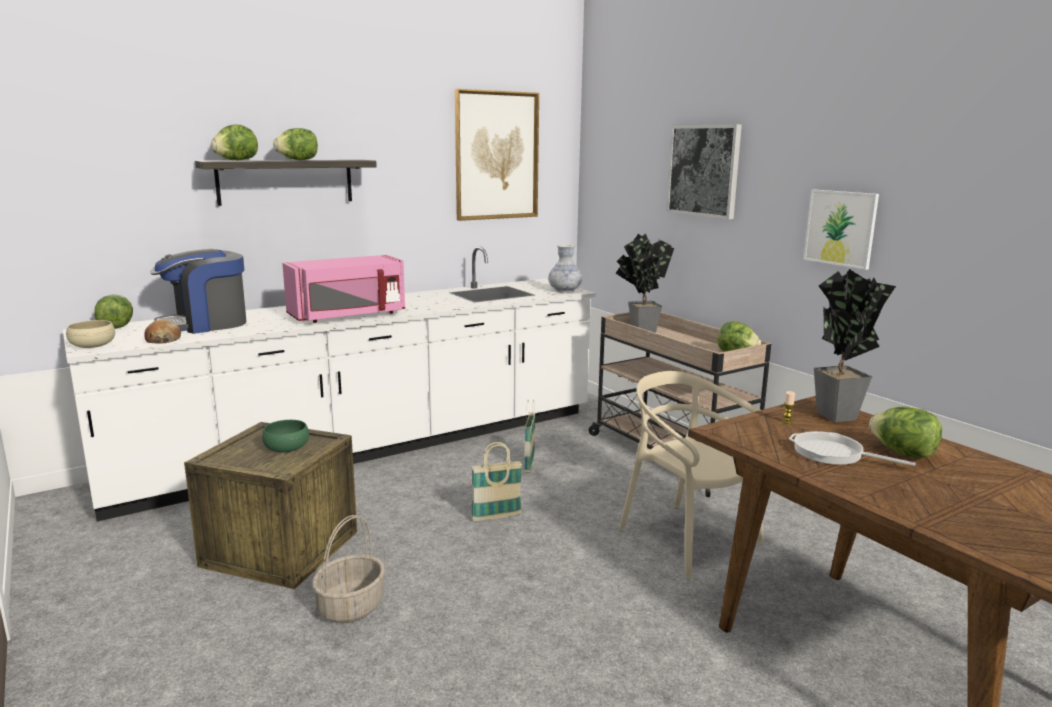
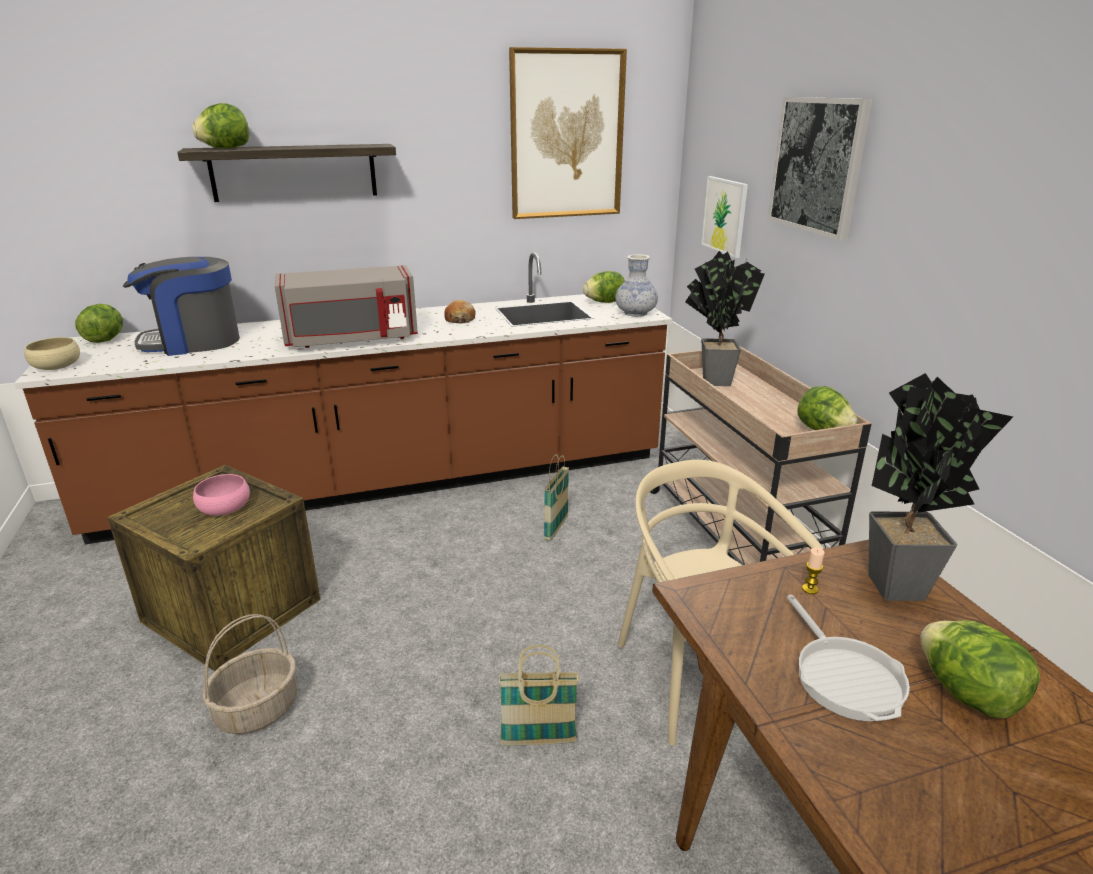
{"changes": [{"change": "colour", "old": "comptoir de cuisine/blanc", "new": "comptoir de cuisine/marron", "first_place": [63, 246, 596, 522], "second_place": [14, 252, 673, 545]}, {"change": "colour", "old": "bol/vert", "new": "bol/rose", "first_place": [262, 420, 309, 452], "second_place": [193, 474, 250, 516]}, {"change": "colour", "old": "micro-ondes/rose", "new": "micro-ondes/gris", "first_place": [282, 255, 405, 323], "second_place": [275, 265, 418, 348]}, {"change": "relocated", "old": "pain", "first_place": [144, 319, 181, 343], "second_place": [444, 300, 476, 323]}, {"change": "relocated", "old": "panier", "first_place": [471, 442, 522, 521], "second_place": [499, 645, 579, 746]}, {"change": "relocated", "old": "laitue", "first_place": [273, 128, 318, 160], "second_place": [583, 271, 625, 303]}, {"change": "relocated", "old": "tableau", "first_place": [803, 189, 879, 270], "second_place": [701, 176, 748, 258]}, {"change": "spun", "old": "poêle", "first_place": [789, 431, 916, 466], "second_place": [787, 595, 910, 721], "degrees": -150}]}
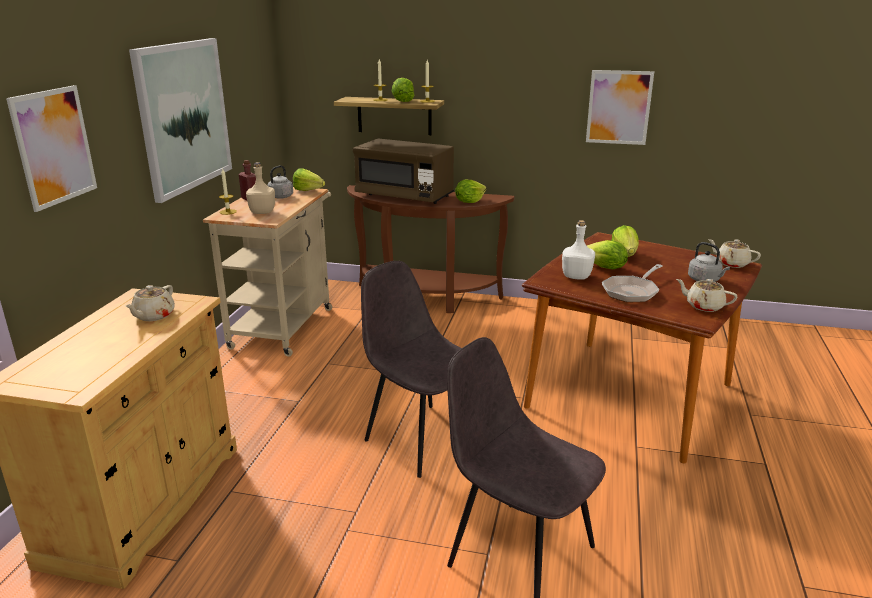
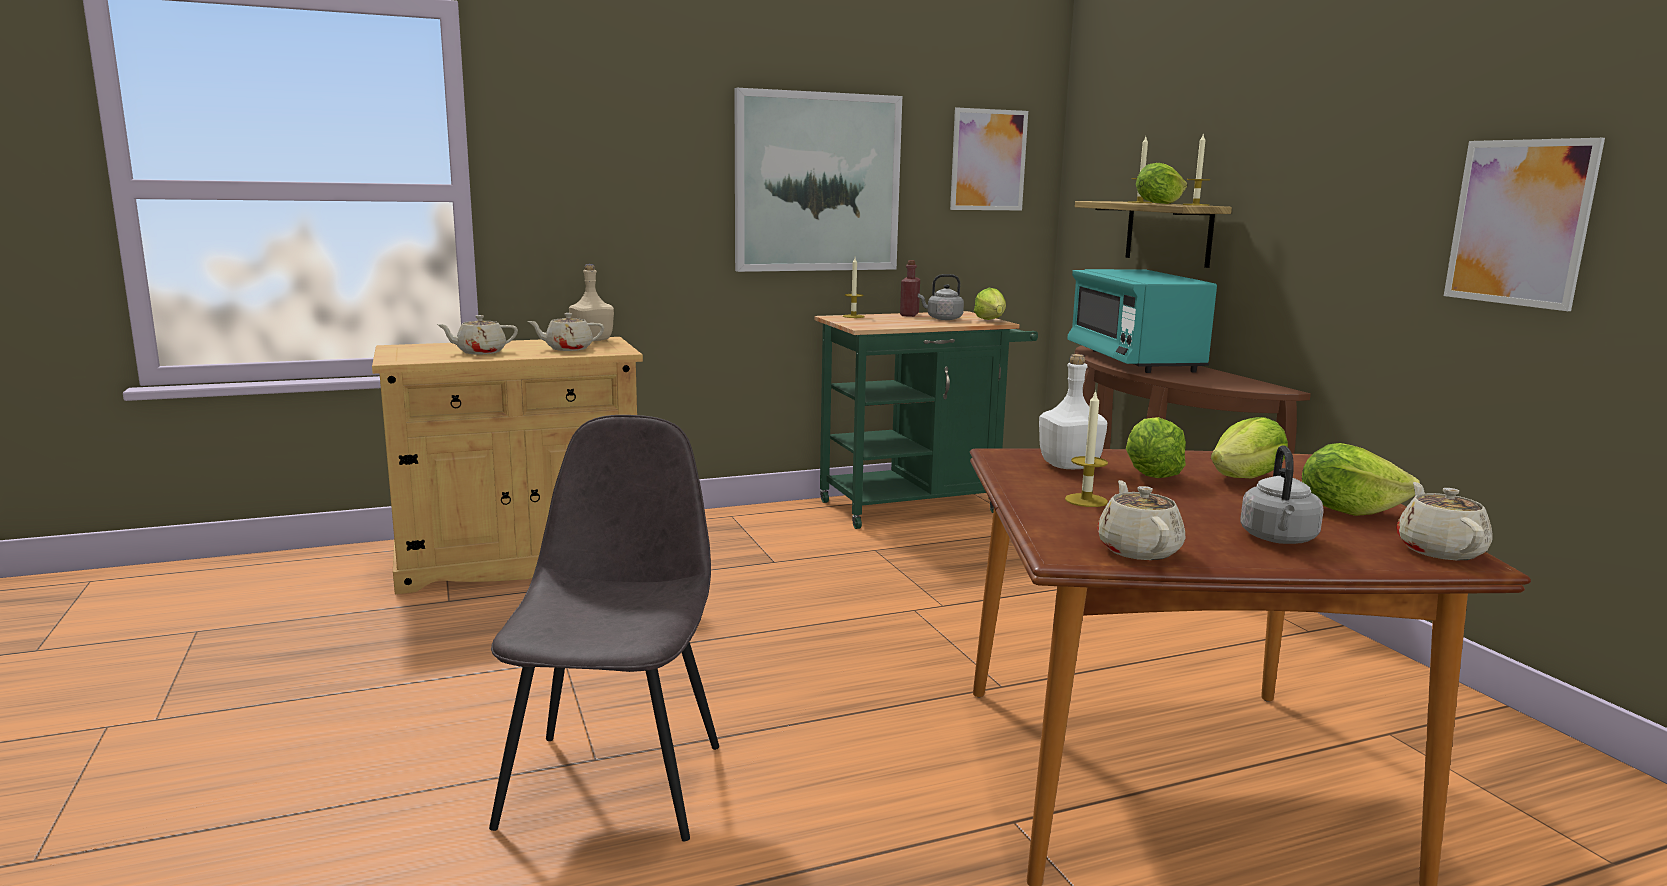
{"changes": [{"change": "appeared", "new": "théière/beige", "second_place": [436, 315, 518, 354]}, {"change": "relocated", "old": "bouteille/beige", "first_place": [246, 162, 275, 214], "second_place": [569, 264, 614, 341]}, {"change": "colour", "old": "chariot/beige", "new": "chariot/vert", "first_place": [203, 187, 332, 357], "second_place": [814, 311, 1038, 529]}, {"change": "relocated", "old": "tableau", "first_place": [6, 85, 97, 212], "second_place": [950, 107, 1028, 210]}, {"change": "exchanged", "old": "poêle", "new": "bougie", "first_place": [602, 264, 662, 302], "second_place": [1065, 390, 1108, 507]}, {"change": "colour", "old": "micro-ondes/marron", "new": "micro-ondes/turquoise", "first_place": [353, 139, 454, 204], "second_place": [1067, 269, 1217, 373]}, {"change": "relocated", "old": "laitue", "first_place": [455, 180, 487, 203], "second_place": [1302, 443, 1420, 516]}, {"change": "missing", "old": "chaise/gris", "first_place": [361, 261, 462, 478]}]}
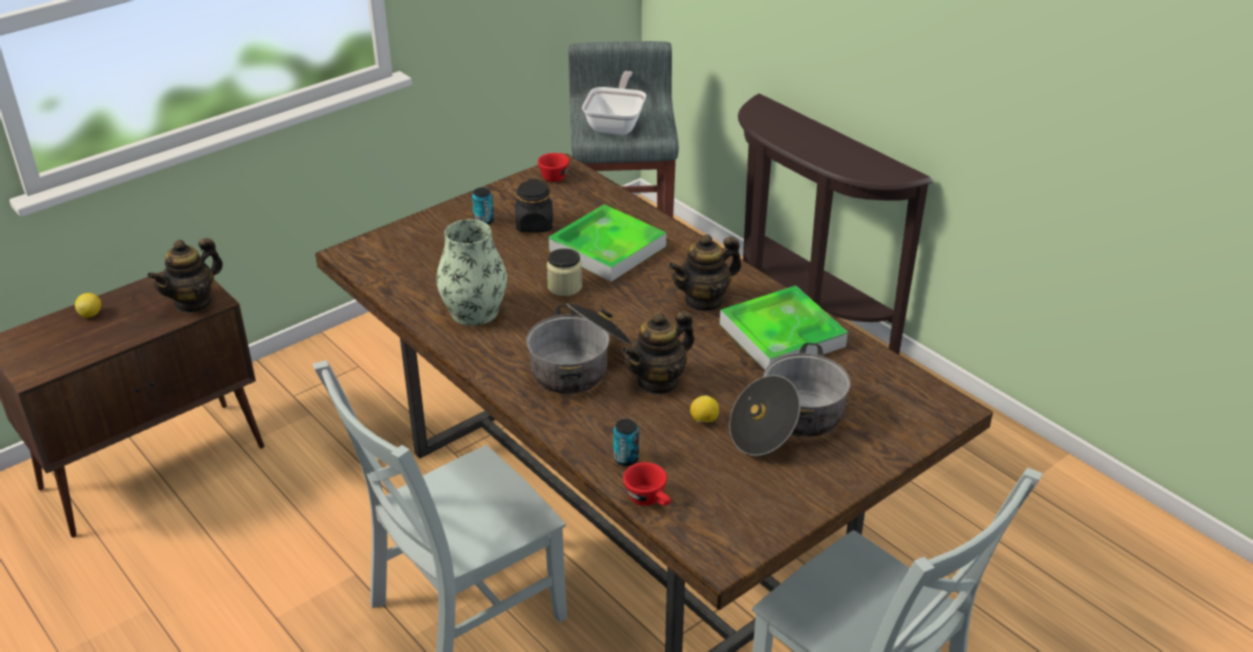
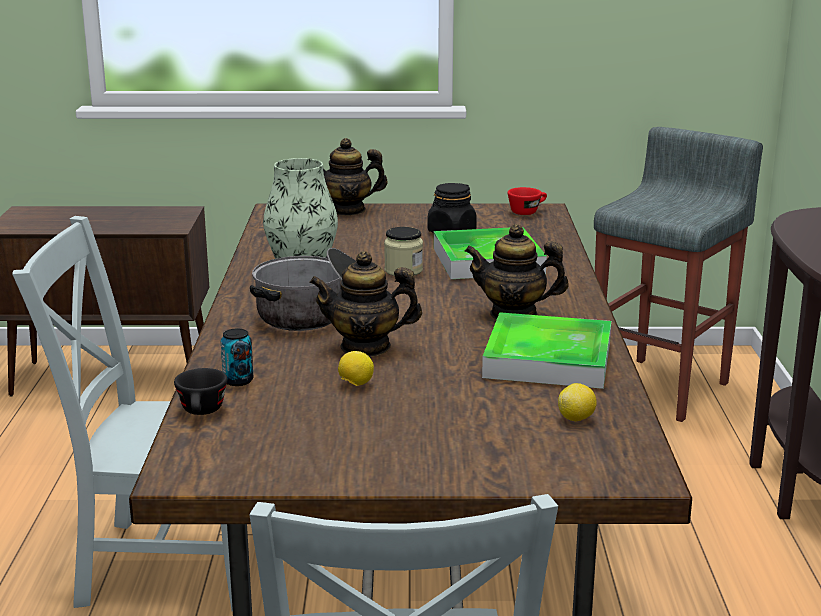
{"changes": [{"change": "colour", "old": "tasse/rouge", "new": "tasse/noir", "first_place": [623, 462, 671, 506], "second_place": [174, 368, 227, 415]}, {"change": "relocated", "old": "théière", "first_place": [147, 238, 223, 314], "second_place": [309, 138, 388, 216]}, {"change": "relocated", "old": "citron", "first_place": [75, 293, 101, 318], "second_place": [558, 383, 597, 421]}, {"change": "missing", "old": "boîte métallique", "first_place": [472, 187, 494, 225]}, {"change": "missing", "old": "poêle", "first_place": [582, 71, 646, 135]}, {"change": "missing", "old": "marmite", "first_place": [729, 343, 850, 456]}]}
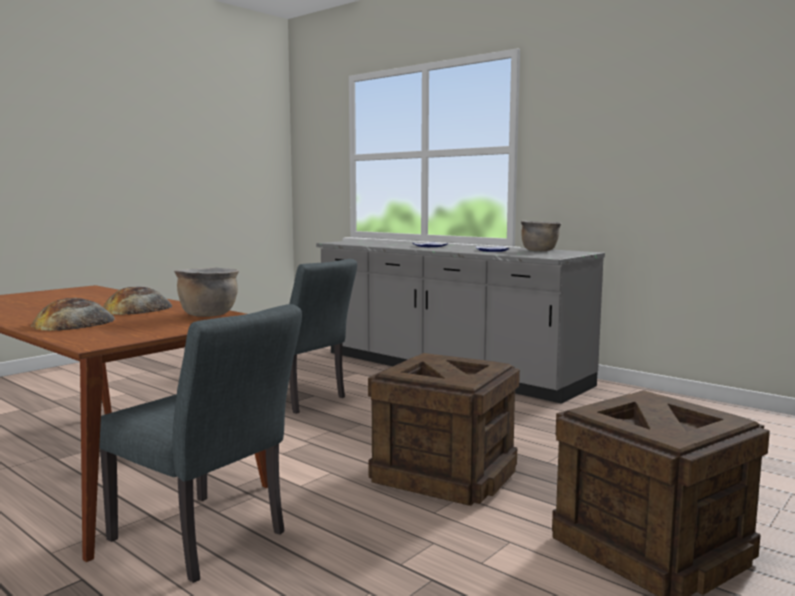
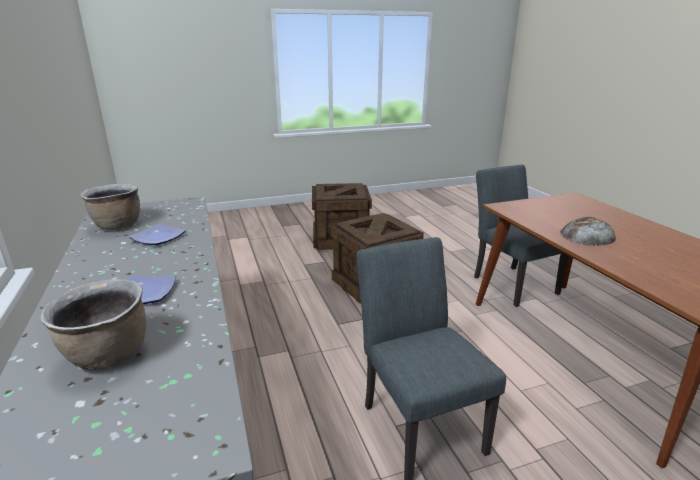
{"changes": [{"change": "relocated", "old": "marmite/marron", "first_place": [174, 268, 239, 317], "second_place": [40, 279, 146, 369]}, {"change": "missing", "old": "pain", "first_place": [31, 298, 115, 331]}]}
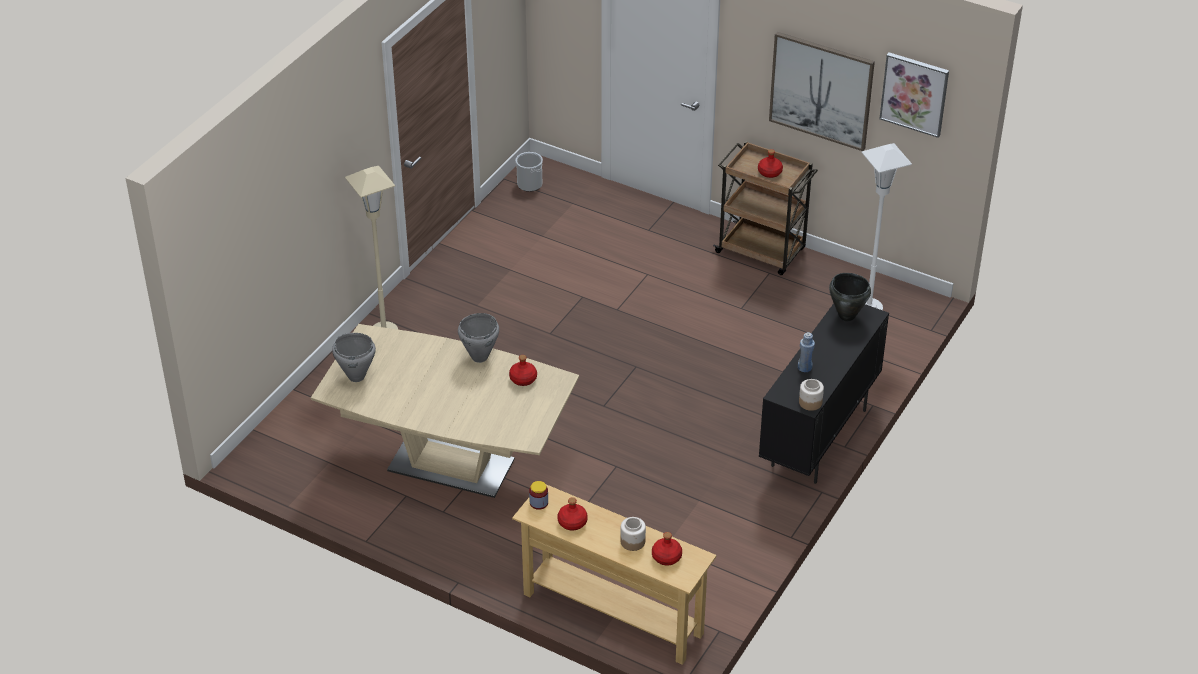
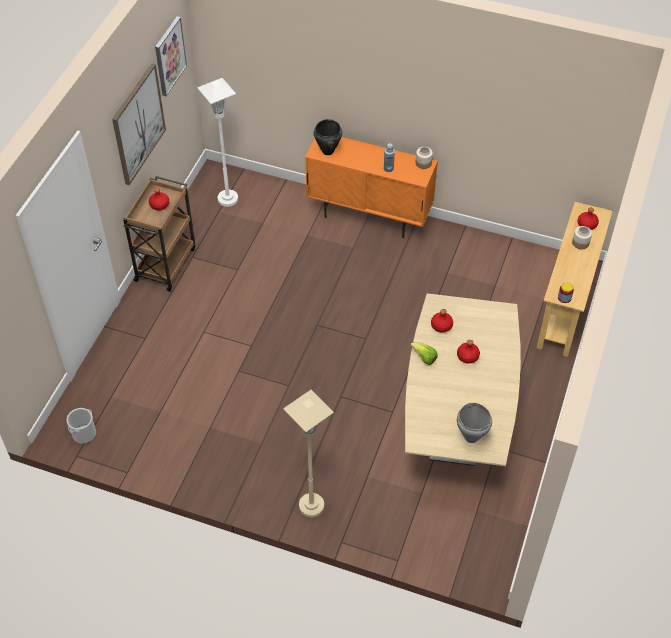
{"changes": [{"change": "colour", "old": "meuble de rangement/noir", "new": "meuble de rangement/orange", "first_place": [759, 303, 889, 484], "second_place": [305, 137, 438, 238]}, {"change": "exchanged", "old": "marmite/gris", "new": "laitue", "first_place": [458, 313, 499, 363], "second_place": [410, 342, 437, 365]}, {"change": "relocated", "old": "bouteille/rouge", "first_place": [557, 497, 588, 531], "second_place": [457, 340, 480, 364]}]}
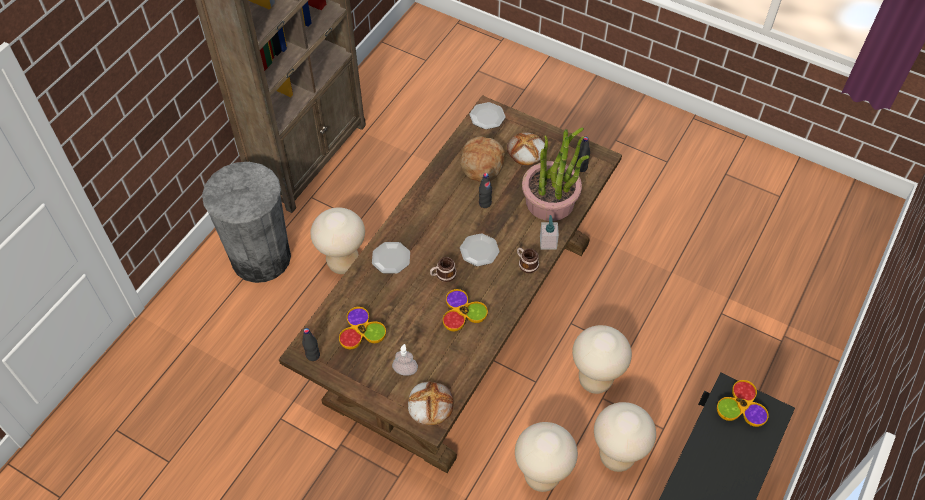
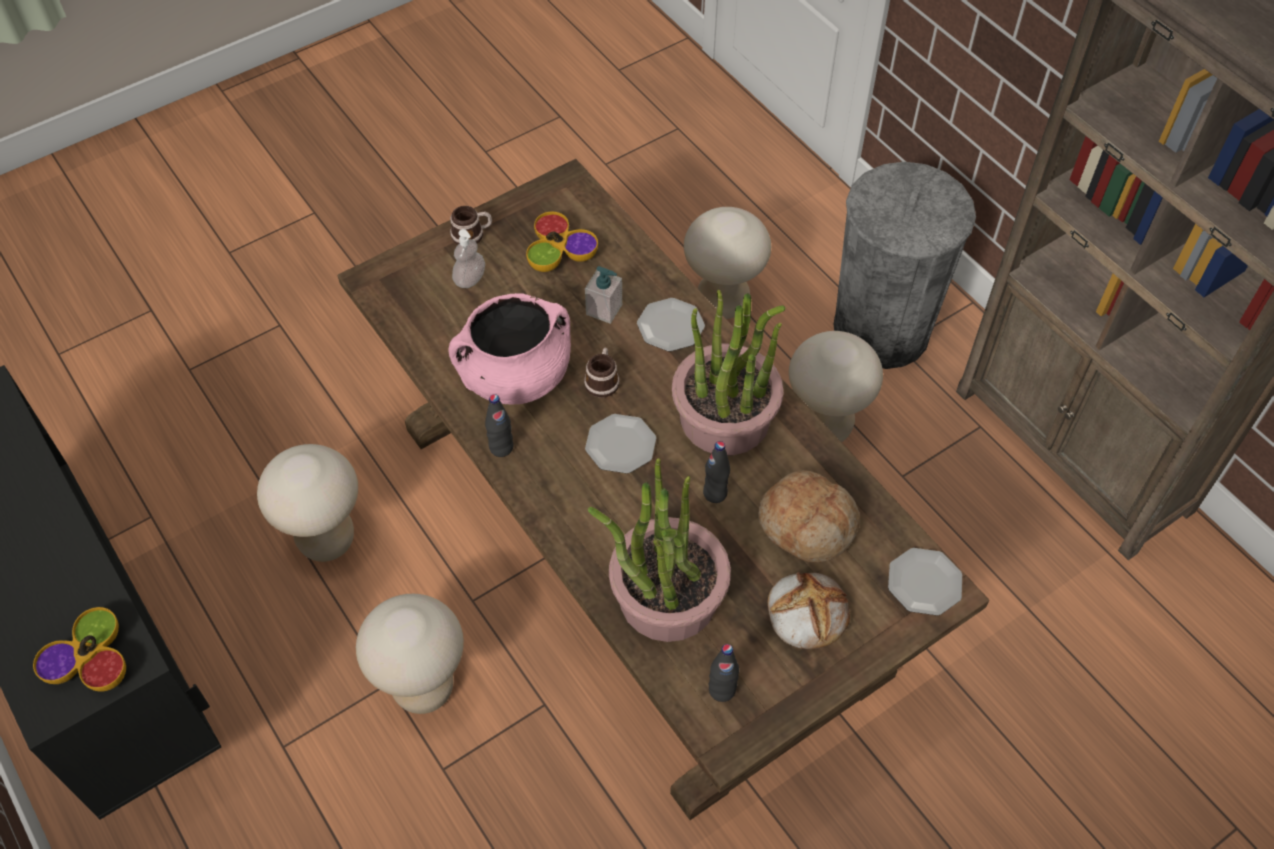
{"changes": [{"change": "exchanged", "old": "bol", "new": "marmite/rose", "first_place": [443, 289, 488, 331], "second_place": [448, 293, 571, 405]}, {"change": "relocated", "old": "mug", "first_place": [517, 248, 539, 273], "second_place": [450, 206, 492, 245]}, {"change": "relocated", "old": "bouteille/noir", "first_place": [302, 328, 320, 361], "second_place": [485, 394, 514, 457]}, {"change": "relocated", "old": "distributeur de savon", "first_place": [540, 215, 559, 249], "second_place": [585, 266, 622, 324]}, {"change": "appeared", "new": "plante en pot", "second_place": [672, 290, 786, 455]}, {"change": "relocated", "old": "tabouret/beige", "first_place": [594, 402, 656, 472], "second_place": [684, 207, 771, 319]}, {"change": "missing", "old": "pain", "first_place": [408, 381, 453, 425]}]}
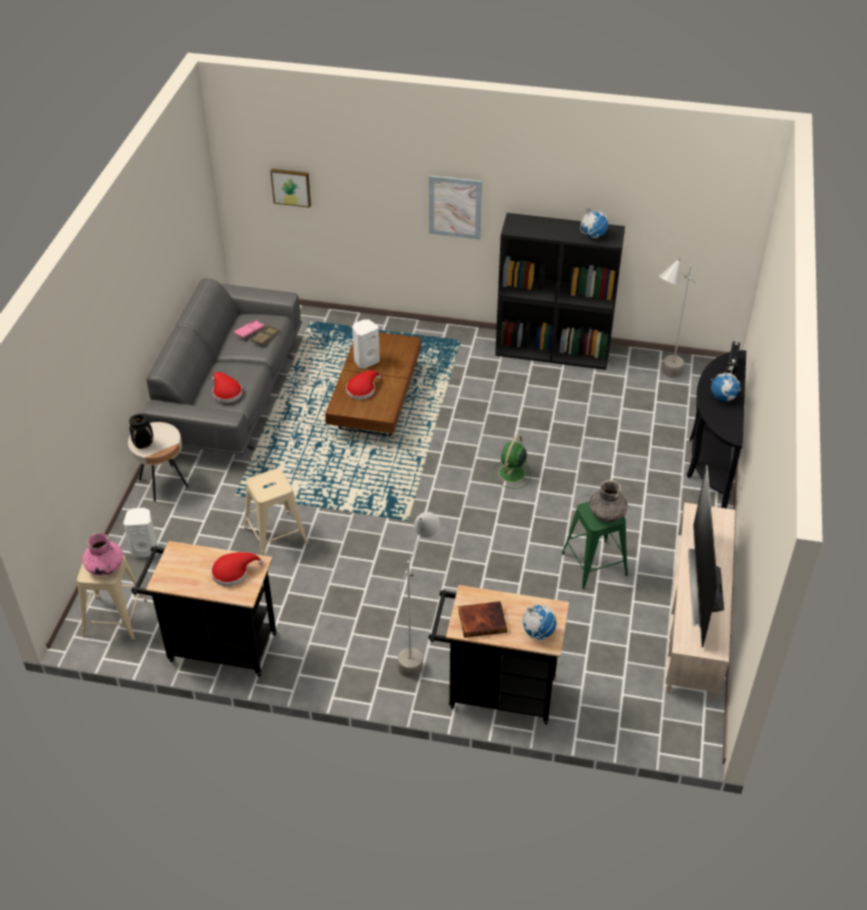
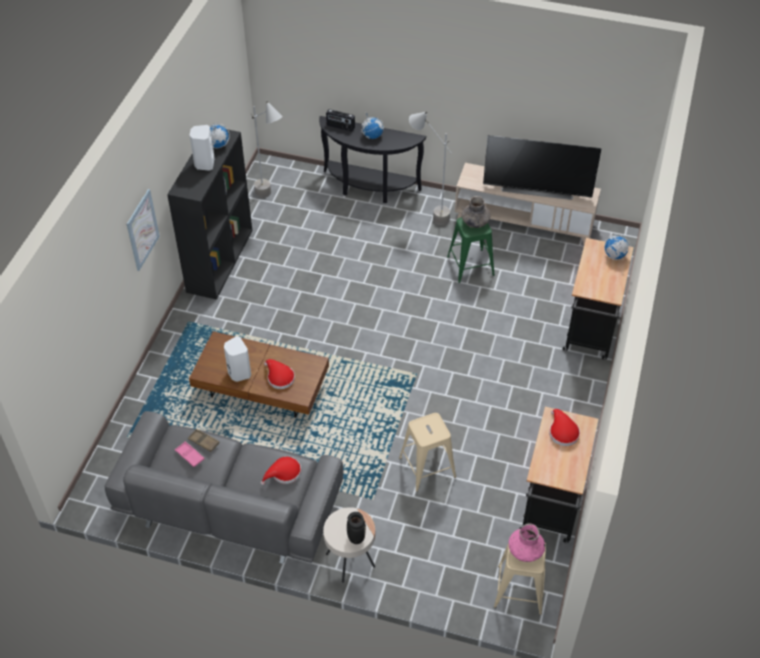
{"changes": [{"change": "relocated", "old": "enceinte/blanc", "first_place": [123, 508, 158, 558], "second_place": [190, 125, 215, 171]}, {"change": "relocated", "old": "lampadaire/gris", "first_place": [398, 512, 440, 678], "second_place": [409, 112, 452, 225]}, {"change": "missing", "old": "tableau", "first_place": [270, 169, 311, 208]}, {"change": "missing", "old": "livre", "first_place": [458, 601, 507, 638]}, {"change": "missing", "old": "ventilateur/vert", "first_place": [492, 435, 531, 489]}]}
